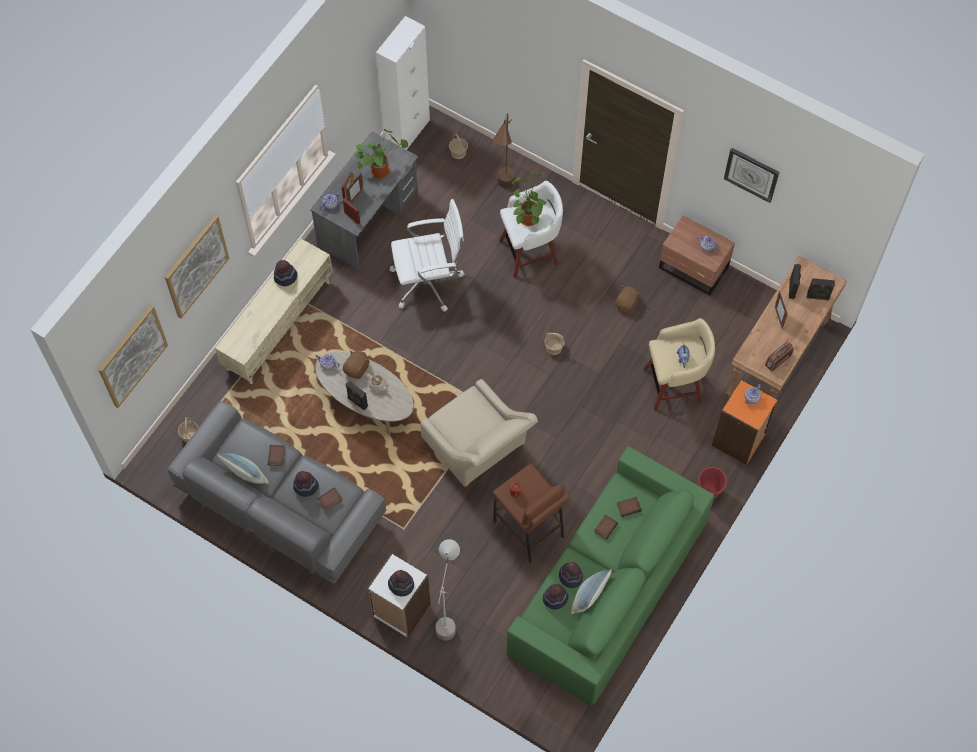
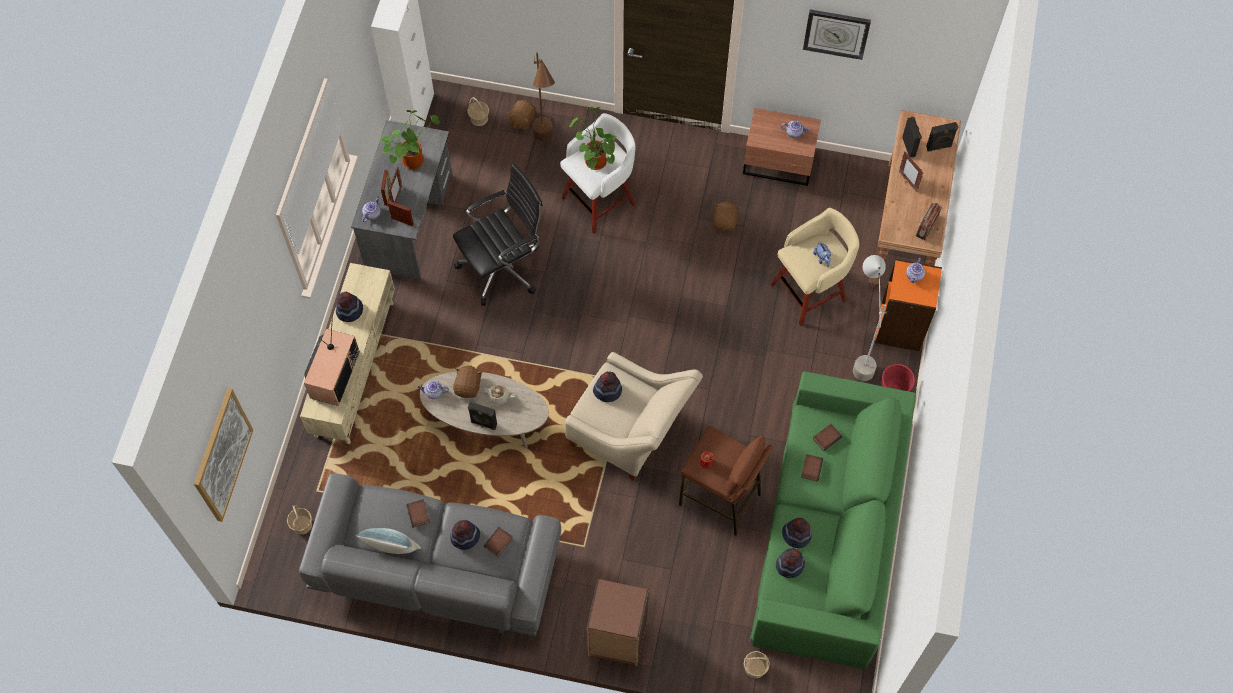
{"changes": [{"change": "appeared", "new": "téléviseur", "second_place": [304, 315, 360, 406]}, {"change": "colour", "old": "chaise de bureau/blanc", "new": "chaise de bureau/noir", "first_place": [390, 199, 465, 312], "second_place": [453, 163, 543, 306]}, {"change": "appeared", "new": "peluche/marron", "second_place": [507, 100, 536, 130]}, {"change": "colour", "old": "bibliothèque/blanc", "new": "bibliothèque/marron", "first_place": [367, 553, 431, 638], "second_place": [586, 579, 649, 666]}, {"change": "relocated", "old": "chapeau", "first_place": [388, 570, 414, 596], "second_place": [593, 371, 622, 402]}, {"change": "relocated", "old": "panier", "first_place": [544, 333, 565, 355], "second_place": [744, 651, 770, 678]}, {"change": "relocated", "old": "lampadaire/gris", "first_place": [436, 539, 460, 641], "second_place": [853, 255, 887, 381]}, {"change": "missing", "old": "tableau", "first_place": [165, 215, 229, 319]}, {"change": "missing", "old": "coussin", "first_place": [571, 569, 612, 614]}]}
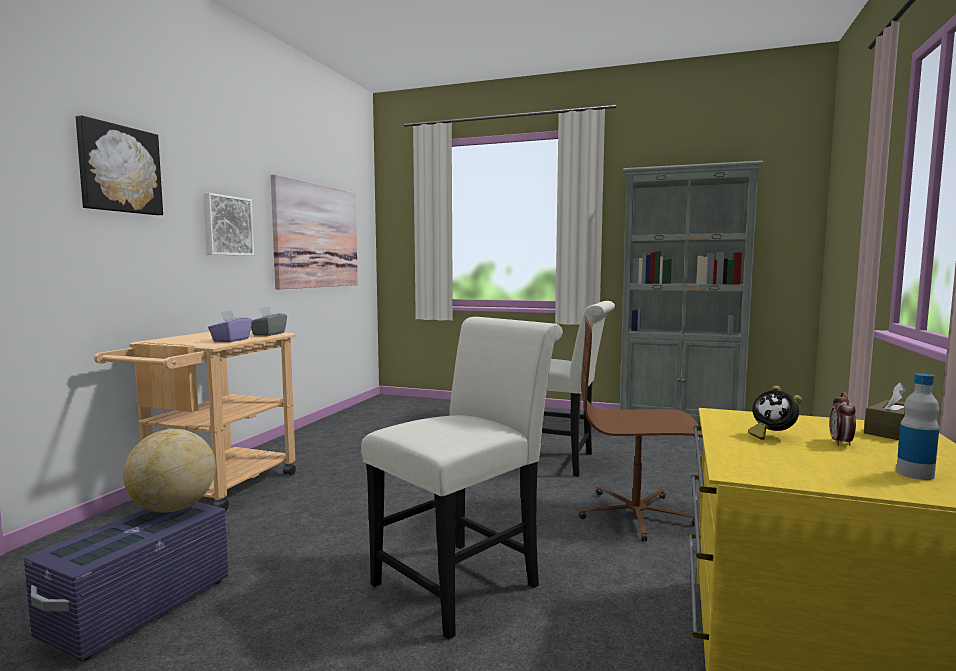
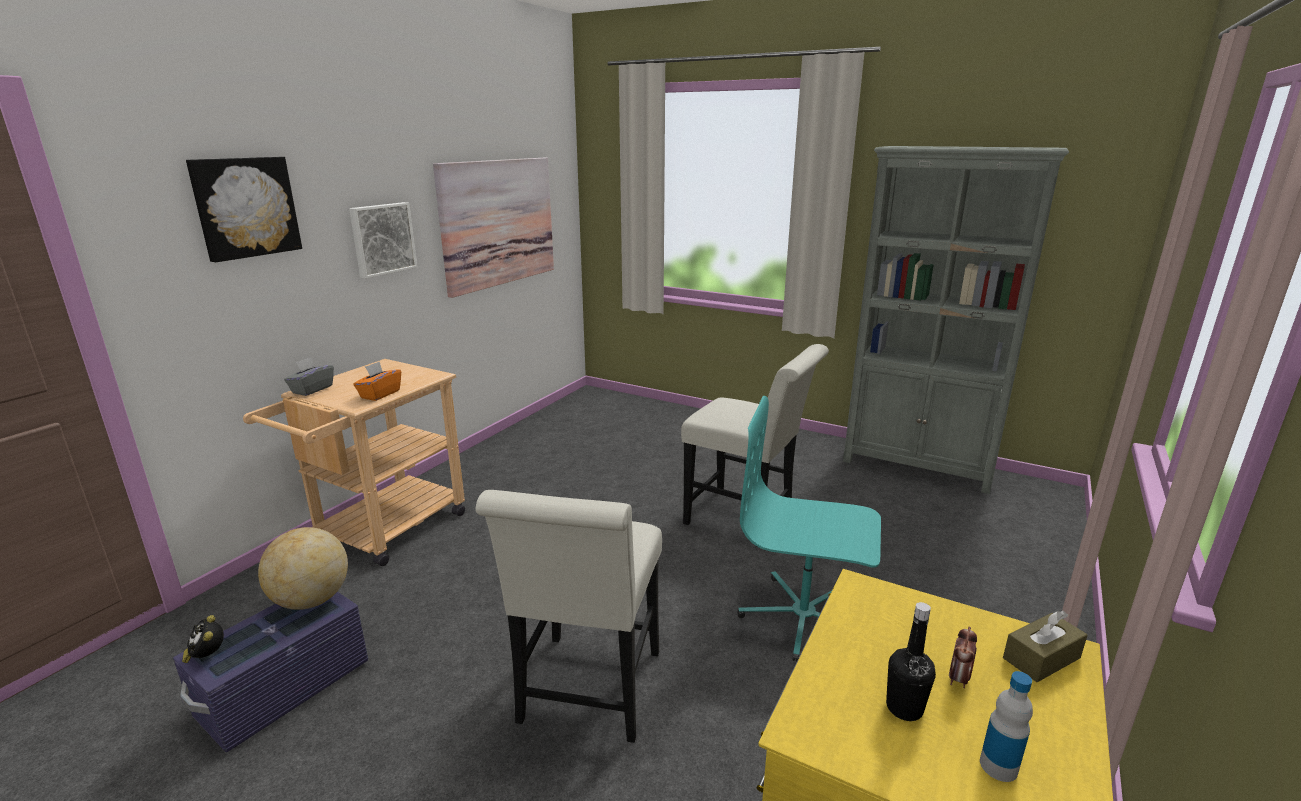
{"changes": [{"change": "relocated", "old": "réveil", "first_place": [748, 385, 802, 440], "second_place": [182, 615, 224, 663]}, {"change": "relocated", "old": "boîte à mouchoirs/gris", "first_place": [251, 307, 287, 336], "second_place": [284, 357, 334, 396]}, {"change": "colour", "old": "boîte à mouchoirs/violet", "new": "boîte à mouchoirs/orange", "first_place": [208, 310, 252, 342], "second_place": [353, 362, 401, 401]}, {"change": "spun", "old": "chaise/blanc", "first_place": [361, 317, 563, 640], "second_place": [475, 490, 662, 743], "degrees": 135}, {"change": "colour", "old": "chaise de bureau/marron", "new": "chaise de bureau/turquoise", "first_place": [579, 316, 703, 542], "second_place": [737, 396, 881, 662]}, {"change": "appeared", "new": "bouteille/noir", "second_place": [886, 602, 936, 721]}]}
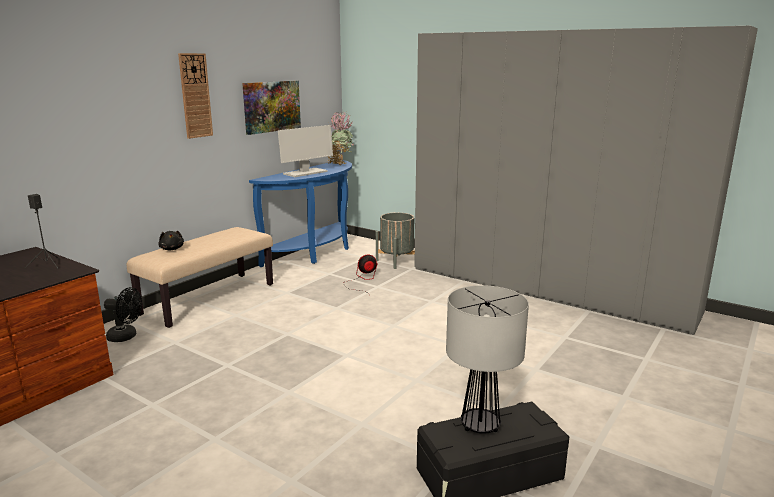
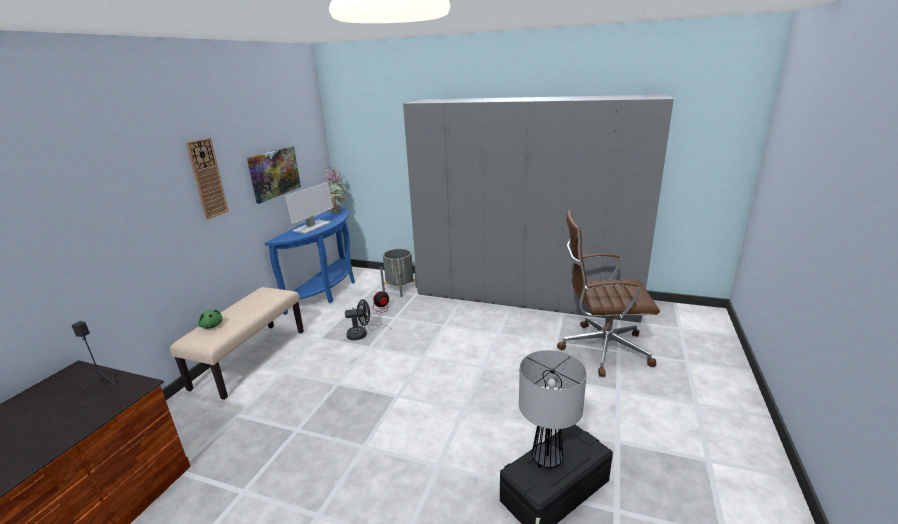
{"changes": [{"change": "colour", "old": "peluche/noir", "new": "peluche/vert", "first_place": [158, 231, 184, 250], "second_place": [198, 309, 222, 329]}, {"change": "relocated", "old": "ventilateur/noir", "first_place": [104, 287, 142, 342], "second_place": [345, 299, 370, 340]}, {"change": "appeared", "new": "chaise de bureau/marron", "second_place": [557, 210, 660, 377]}]}
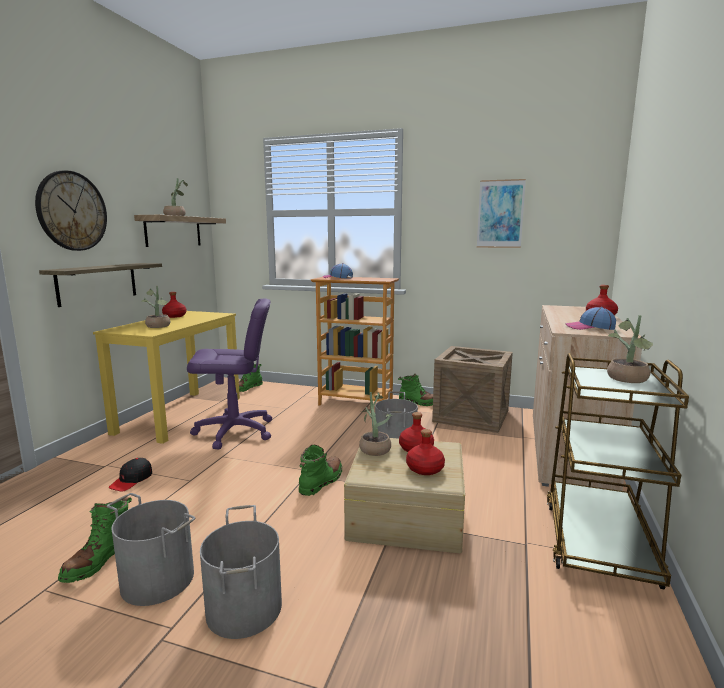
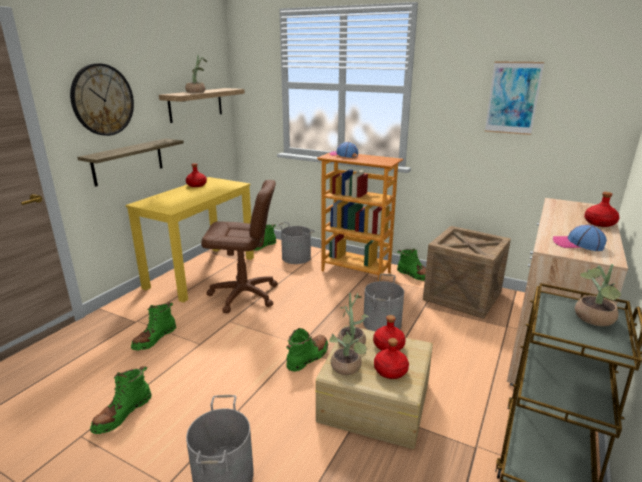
{"changes": [{"change": "exchanged", "old": "casquette/noir", "new": "botte/vert", "first_place": [108, 458, 152, 492], "second_place": [131, 302, 176, 350]}, {"change": "colour", "old": "chaise de bureau/violet", "new": "chaise de bureau/marron", "first_place": [187, 298, 272, 449], "second_place": [201, 180, 278, 313]}, {"change": "relocated", "old": "seau/gris", "first_place": [107, 493, 195, 606], "second_place": [277, 222, 315, 264]}, {"change": "relocated", "old": "plante en pot", "first_place": [141, 286, 171, 328], "second_place": [329, 327, 367, 375]}]}
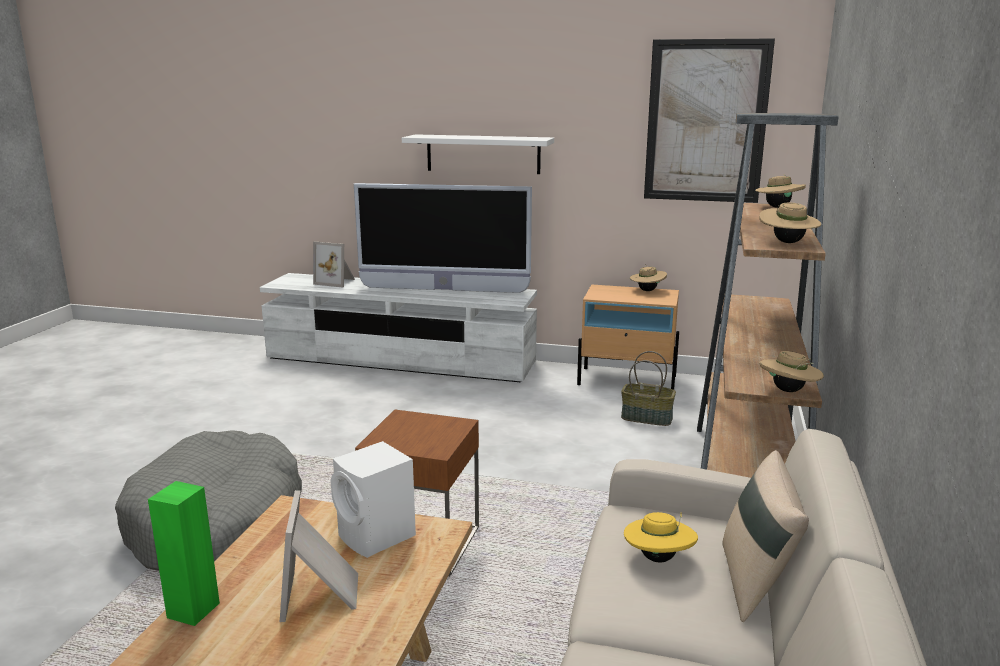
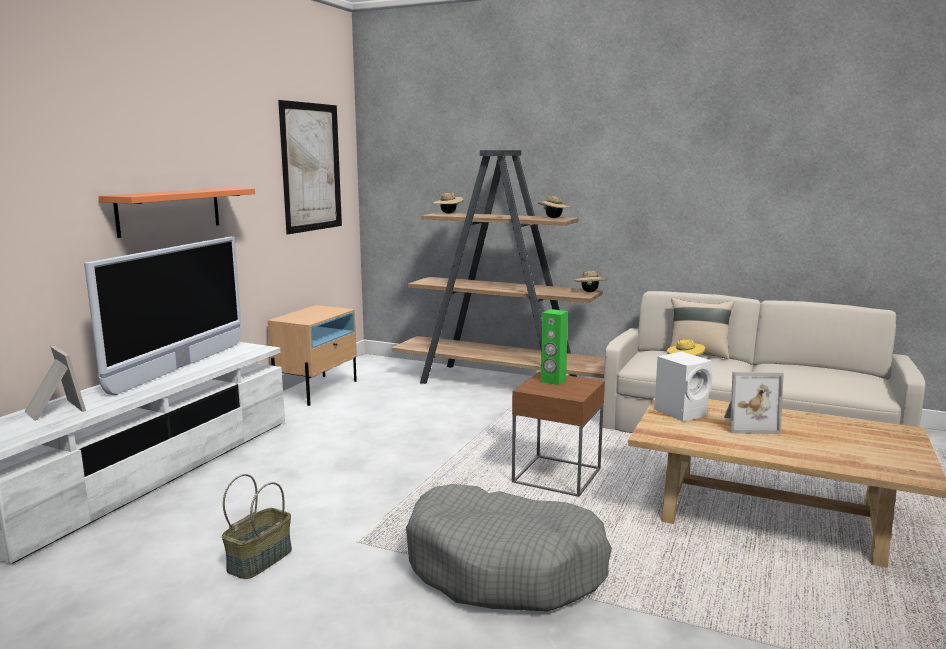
{"changes": [{"change": "spun", "old": "cadre photo", "first_place": [313, 241, 355, 288], "second_place": [24, 346, 86, 421], "degrees": -75}, {"change": "colour", "old": "étagère/blanc", "new": "étagère/orange", "first_place": [402, 134, 554, 174], "second_place": [99, 188, 255, 238]}, {"change": "relocated", "old": "panier", "first_place": [621, 351, 676, 426], "second_place": [222, 474, 292, 579]}, {"change": "relocated", "old": "enceinte/vert", "first_place": [148, 481, 220, 626], "second_place": [541, 309, 568, 385]}, {"change": "missing", "old": "chapeau/beige", "first_place": [630, 266, 667, 291]}]}
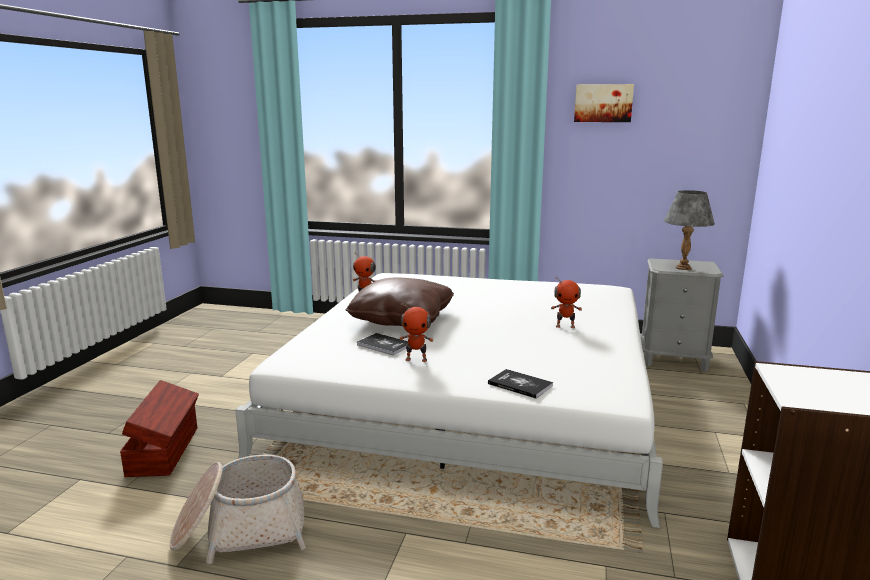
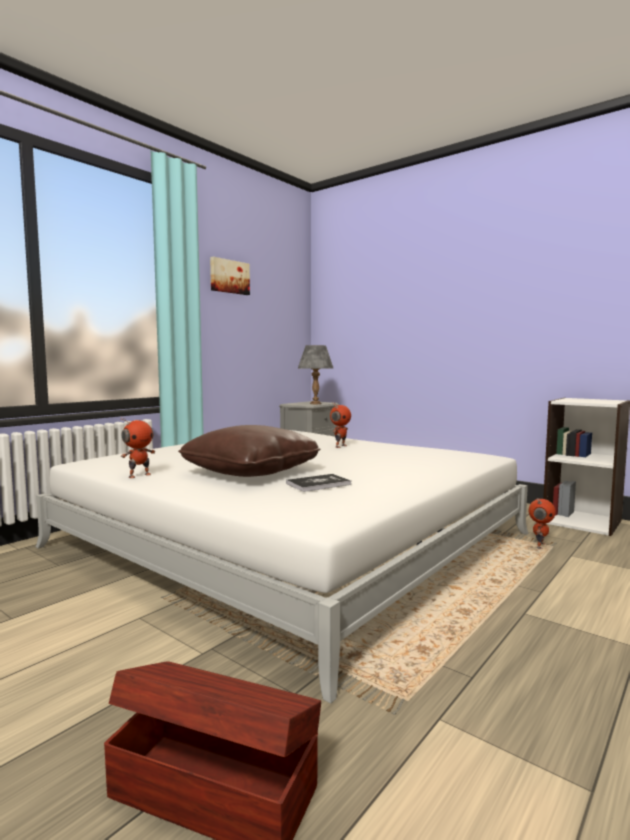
{"changes": [{"change": "relocated", "old": "robot jouet", "first_place": [399, 302, 434, 362], "second_place": [529, 498, 556, 549]}, {"change": "missing", "old": "panier", "first_place": [170, 455, 306, 564]}, {"change": "missing", "old": "livre", "first_place": [488, 369, 553, 399]}]}
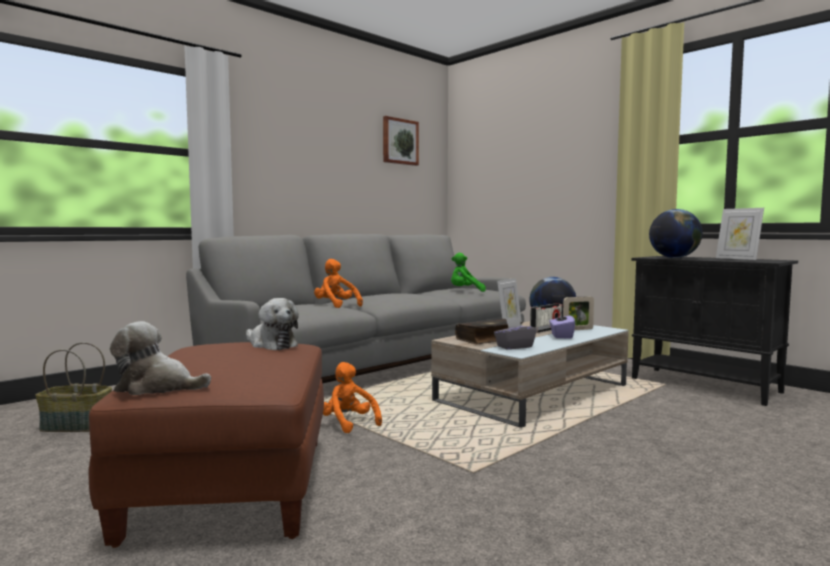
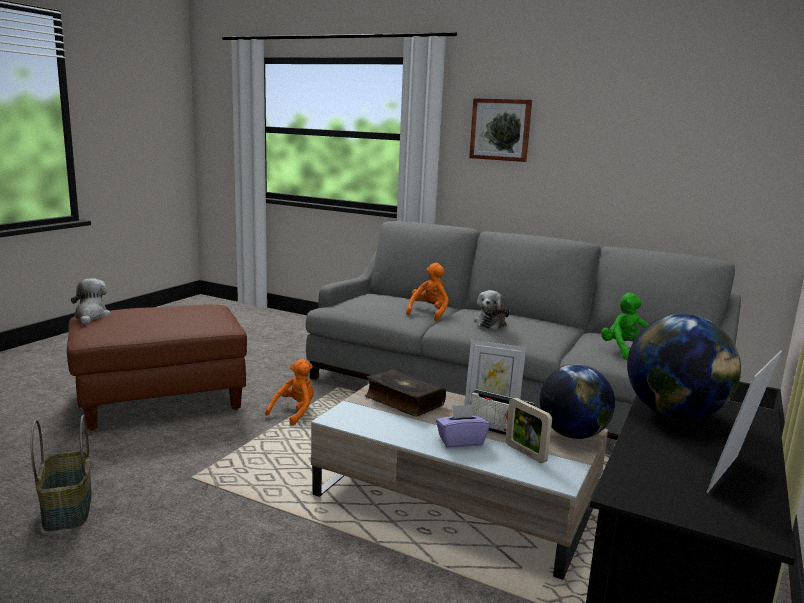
{"changes": [{"change": "relocated", "old": "panier", "first_place": [35, 342, 112, 432], "second_place": [30, 415, 92, 531]}, {"change": "relocated", "old": "tableau", "first_place": [383, 116, 419, 166], "second_place": [469, 98, 532, 162]}, {"change": "relocated", "old": "peluche", "first_place": [246, 298, 299, 350], "second_place": [474, 290, 510, 329]}, {"change": "missing", "old": "boîte à mouchoirs/gris", "first_place": [494, 317, 537, 350]}]}
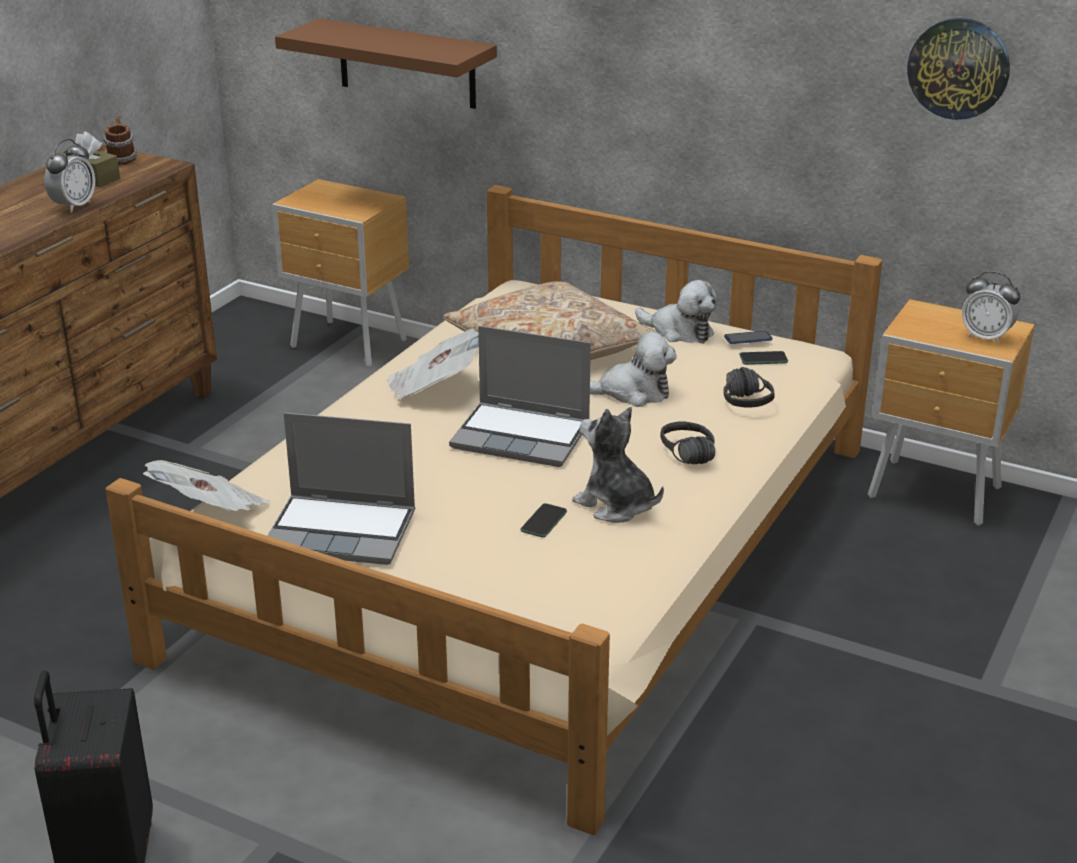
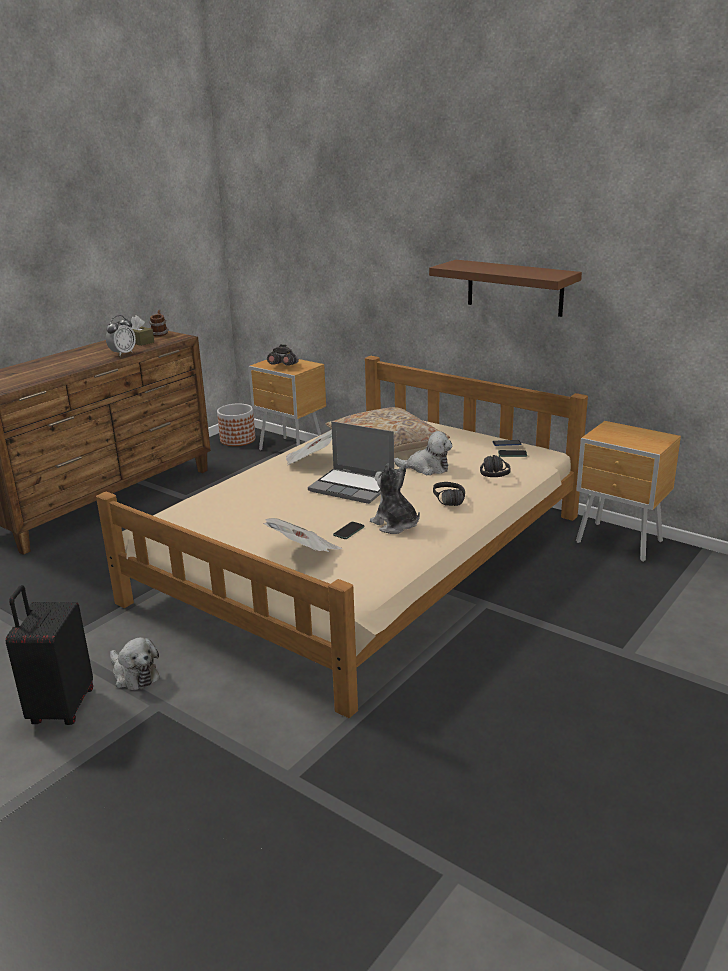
{"changes": [{"change": "relocated", "old": "peluche", "first_place": [635, 280, 717, 343], "second_place": [110, 637, 160, 690]}, {"change": "appeared", "new": "cache-pot", "second_place": [217, 403, 256, 446]}, {"change": "relocated", "old": "journal", "first_place": [143, 460, 270, 511], "second_place": [263, 518, 342, 552]}, {"change": "appeared", "new": "jumelles/gris", "second_place": [267, 345, 299, 366]}, {"change": "relocated", "old": "étagère/marron", "first_place": [275, 18, 497, 109], "second_place": [429, 260, 582, 317]}, {"change": "missing", "old": "ordinateur portable", "first_place": [267, 413, 415, 565]}, {"change": "missing", "old": "horloge murale", "first_place": [907, 18, 1010, 120]}, {"change": "missing", "old": "réveil", "first_place": [962, 271, 1020, 344]}]}
